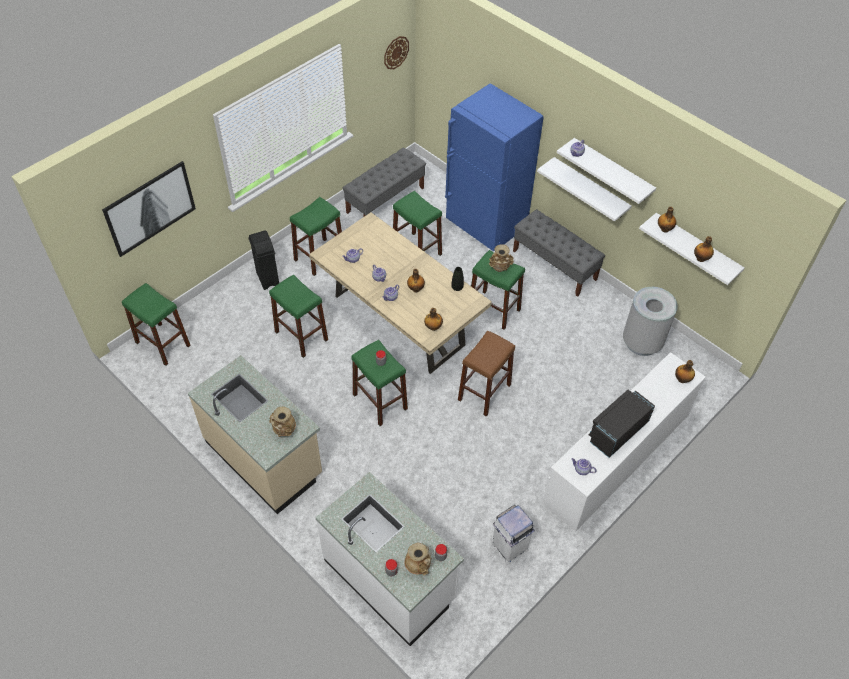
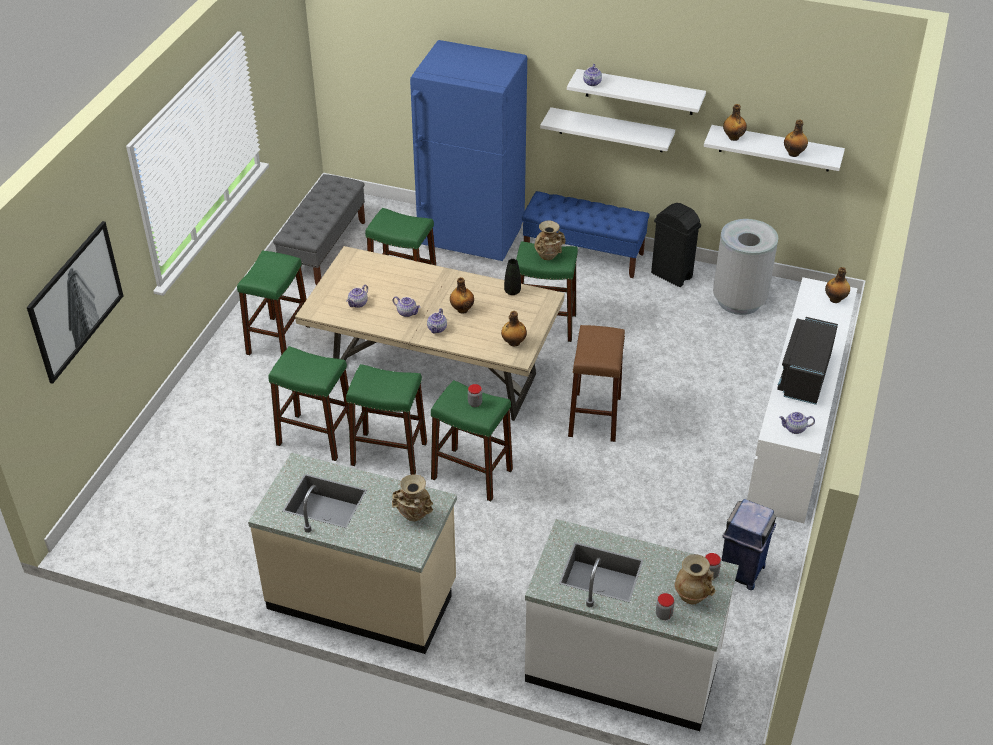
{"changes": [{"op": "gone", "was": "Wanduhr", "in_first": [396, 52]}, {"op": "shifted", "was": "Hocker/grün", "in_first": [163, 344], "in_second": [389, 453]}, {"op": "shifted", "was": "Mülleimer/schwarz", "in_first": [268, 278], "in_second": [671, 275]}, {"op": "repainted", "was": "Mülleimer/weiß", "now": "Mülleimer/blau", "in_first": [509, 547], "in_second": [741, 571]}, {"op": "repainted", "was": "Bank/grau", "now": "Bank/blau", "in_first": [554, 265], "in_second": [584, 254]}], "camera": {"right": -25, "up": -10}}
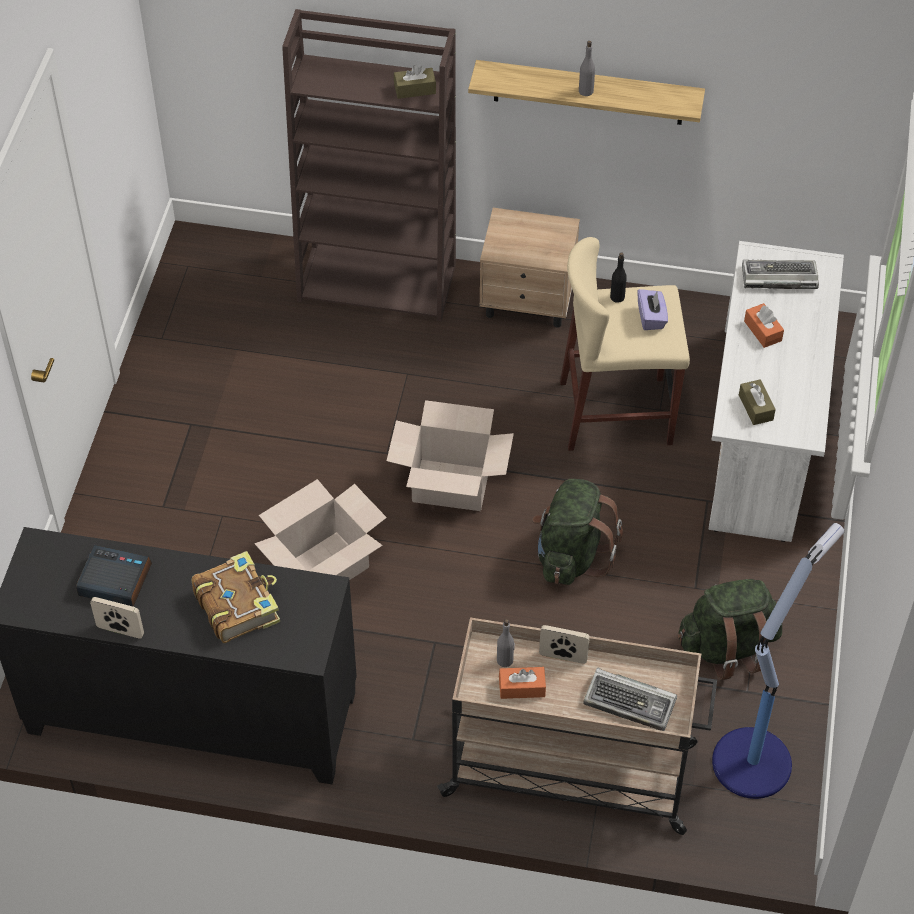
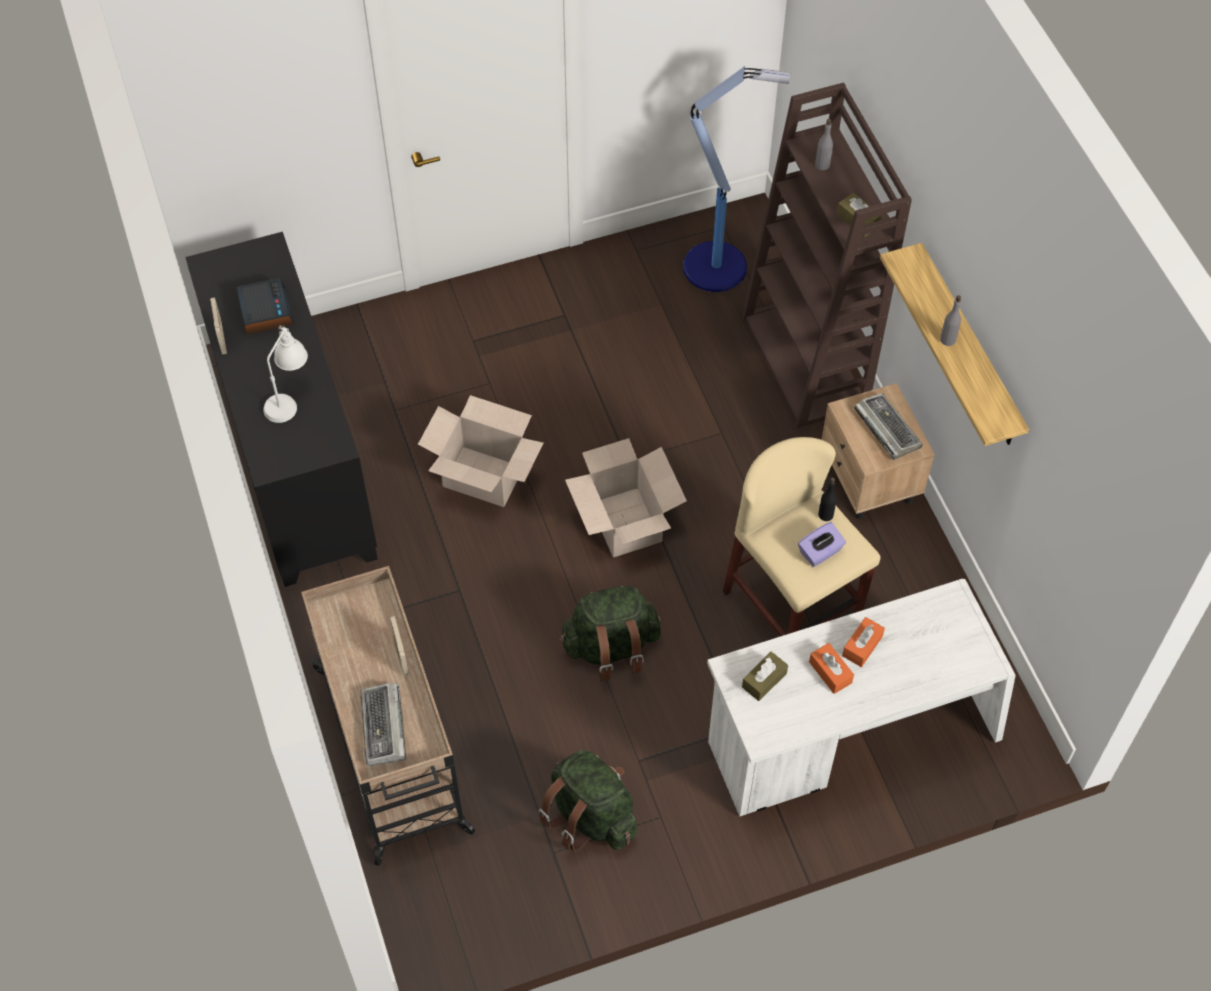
{"changes": [{"op": "shifted", "was": "Flasche/grau", "in_first": [505, 660], "in_second": [822, 165]}, {"op": "shifted", "was": "Taschentuchbox/orange", "in_first": [522, 687], "in_second": [830, 672]}, {"op": "shifted", "was": "Stehlampe", "in_first": [753, 760], "in_second": [718, 267]}, {"op": "shifted", "was": "Tastatur", "in_first": [778, 278], "in_second": [886, 428]}, {"op": "swapped", "was": "Buch", "now": "Tischlampe/weiß", "in_first": [237, 604], "in_second": [289, 398]}], "camera": {"right": 60, "up": 5}}
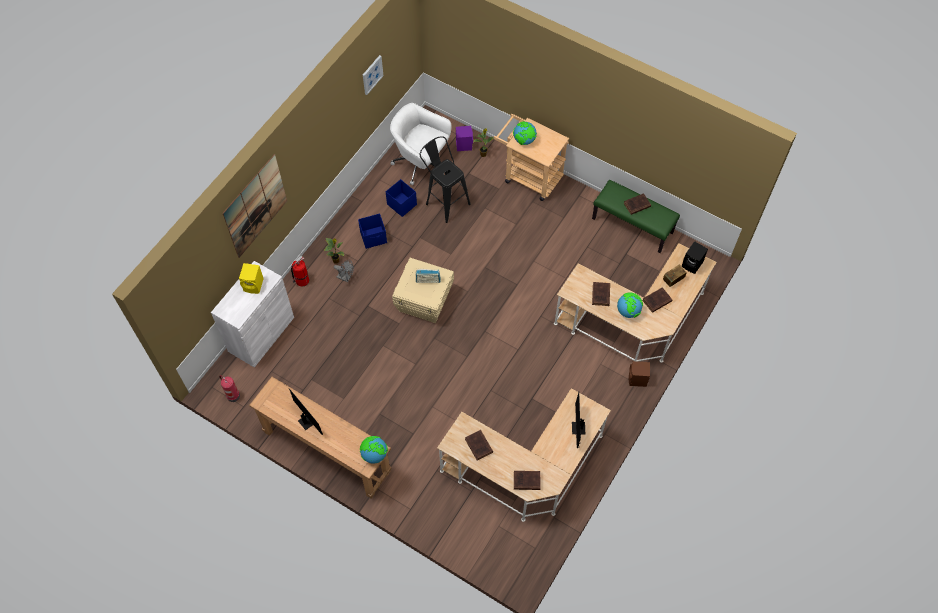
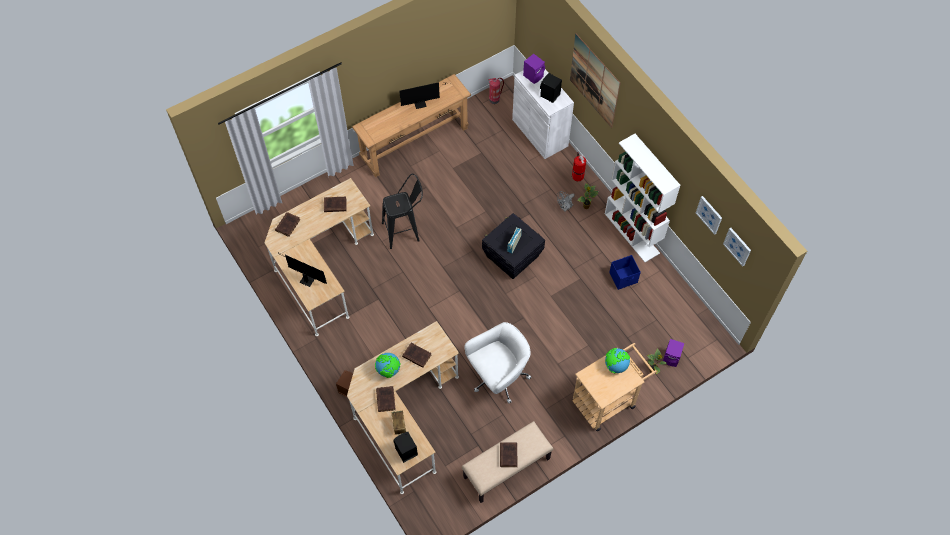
{"changes": [{"op": "gone", "was": "Aufbewahrungsbox/blau", "in_first": [374, 237]}, {"op": "gone", "was": "Globus", "in_first": [374, 454]}, {"op": "new", "now": "Lautsprecher/lila", "in_second": [534, 75]}, {"op": "new", "now": "Bücherregal/weiß", "in_second": [632, 233]}, {"op": "new", "now": "Bild", "in_second": [737, 246]}, {"op": "shifted", "was": "Bürostuhl/weiß", "in_first": [421, 163], "in_second": [498, 377]}, {"op": "shifted", "was": "Hocker/schwarz", "in_first": [445, 201], "in_second": [405, 231]}, {"op": "repainted", "was": "Lautsprecher/gelb", "now": "Lautsprecher/schwarz", "in_first": [254, 285], "in_second": [549, 95]}, {"op": "repainted", "was": "Aufbewahrungsbox/beige", "now": "Aufbewahrungsbox/schwarz", "in_first": [424, 302], "in_second": [511, 256]}, {"op": "repainted", "was": "Bank/grün", "now": "Bank/beige", "in_first": [633, 225], "in_second": [506, 468]}], "camera": {"right": 115, "up": 0}}
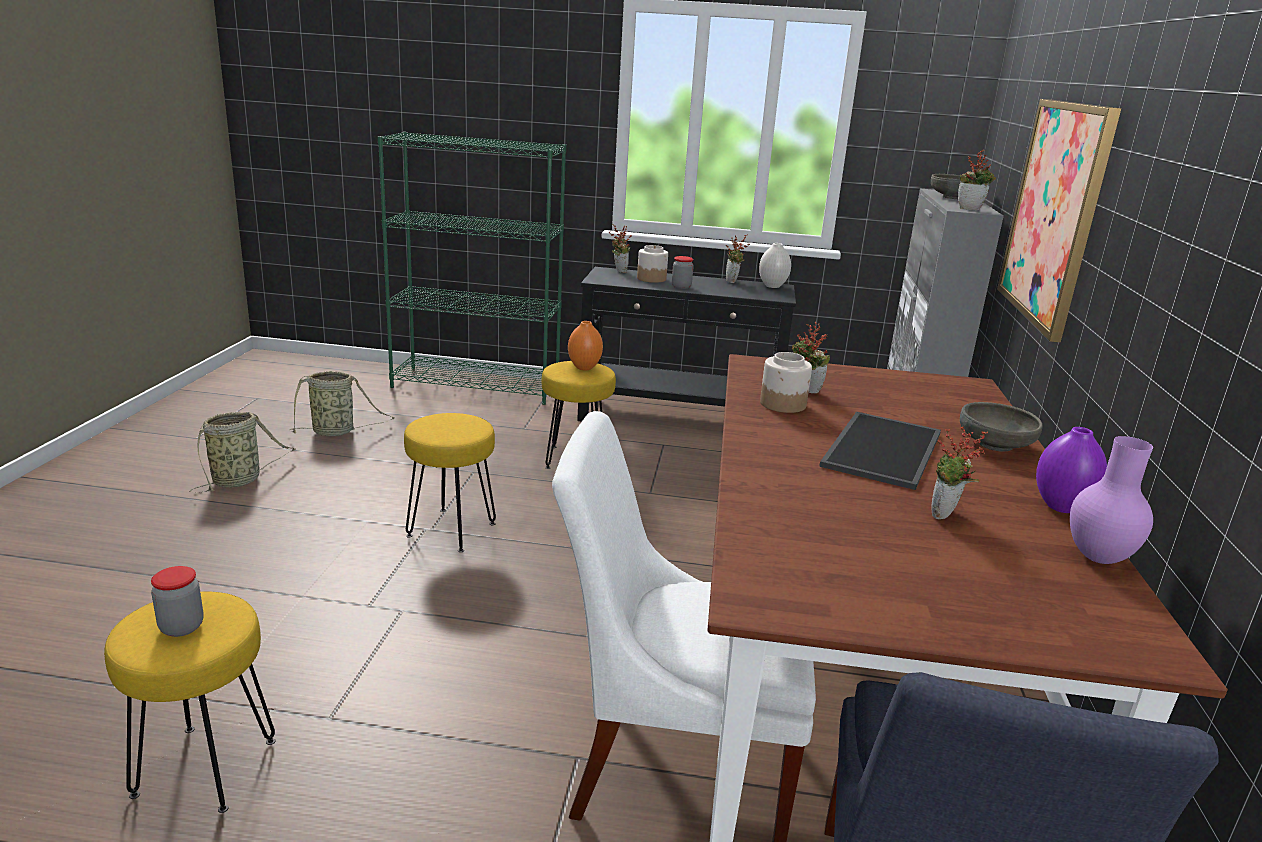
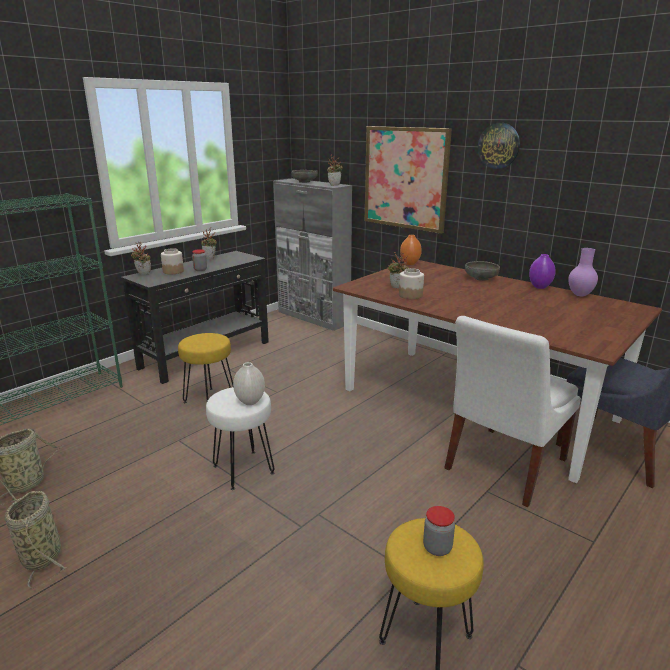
{"changes": [{"op": "gone", "was": "Tablett", "in_first": [880, 448]}, {"op": "gone", "was": "Topfpflanze", "in_first": [945, 516]}, {"op": "new", "now": "Wanduhr", "in_second": [499, 146]}, {"op": "shifted", "was": "Vase/orange", "in_first": [583, 368], "in_second": [410, 264]}, {"op": "shifted", "was": "Vase/weiß", "in_first": [772, 286], "in_second": [249, 402]}, {"op": "repainted", "was": "Hocker/gelb", "now": "Hocker/weiß", "in_first": [450, 530], "in_second": [243, 470]}], "camera": {"right": -55, "up": 0}}
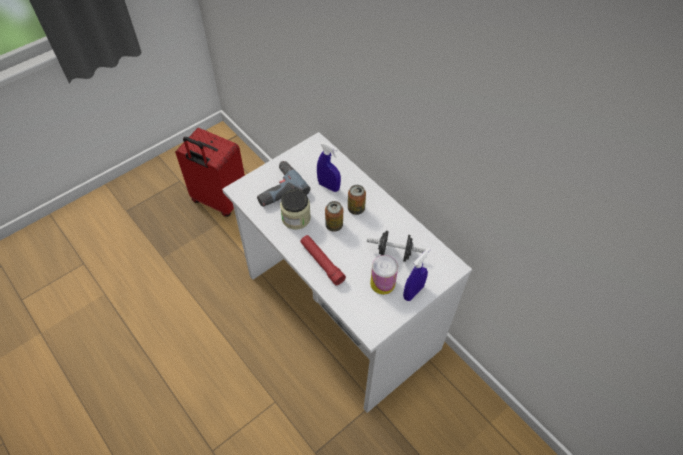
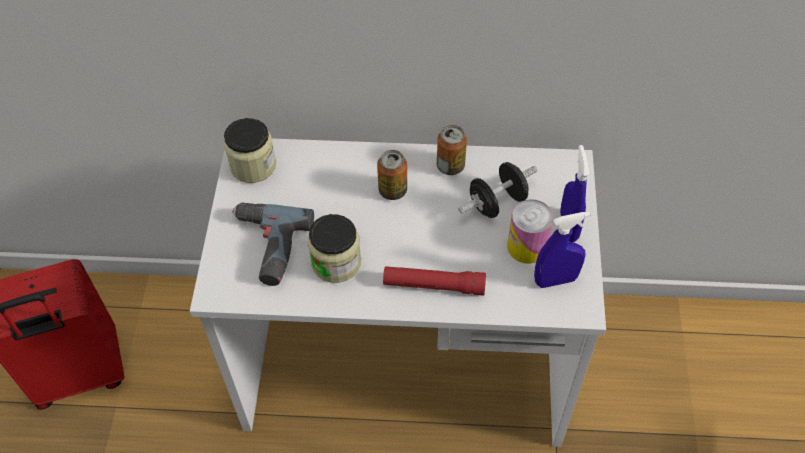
{"changes": [{"op": "new", "now": "Vorratsglas", "in_second": [253, 165]}, {"op": "shifted", "was": "Sprühflasche/blau", "in_first": [328, 186], "in_second": [555, 280]}, {"op": "shifted", "was": "Dose", "in_first": [334, 225], "in_second": [450, 166]}], "camera": {"right": -45, "up": 0}}
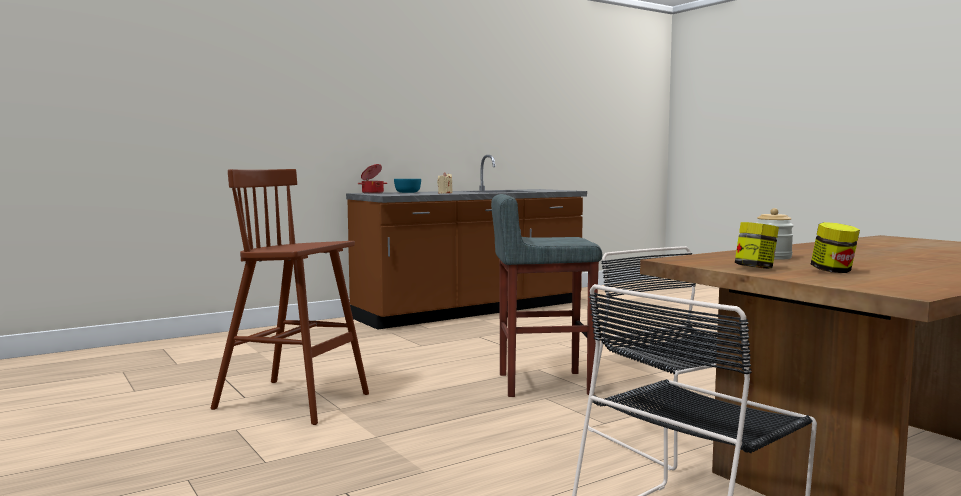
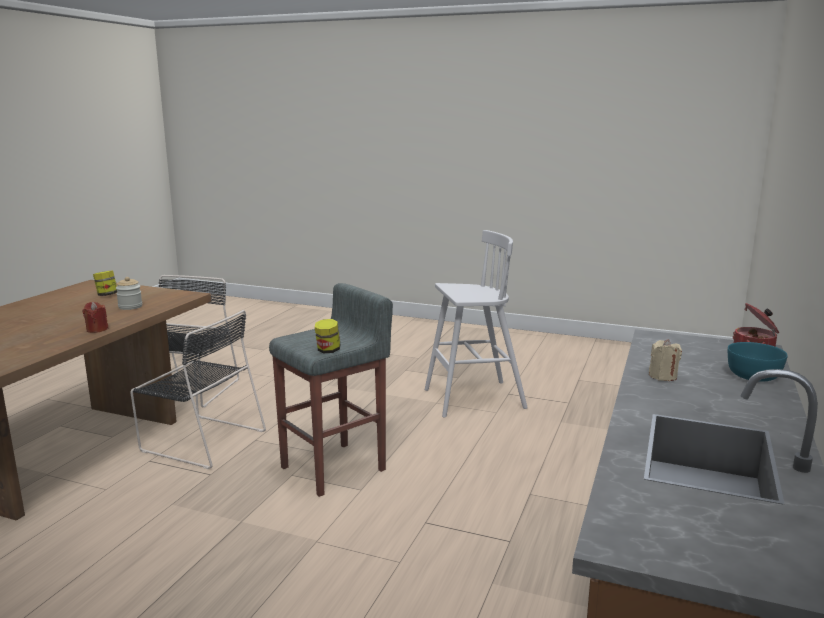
{"changes": [{"op": "new", "now": "Kerze/rot", "in_second": [97, 329]}, {"op": "shifted", "was": "Vorratsglas", "in_first": [755, 268], "in_second": [328, 350]}, {"op": "repainted", "was": "Hocker/braun", "now": "Hocker/weiß", "in_first": [295, 402], "in_second": [472, 399]}], "camera": {"right": 145, "up": 10}}
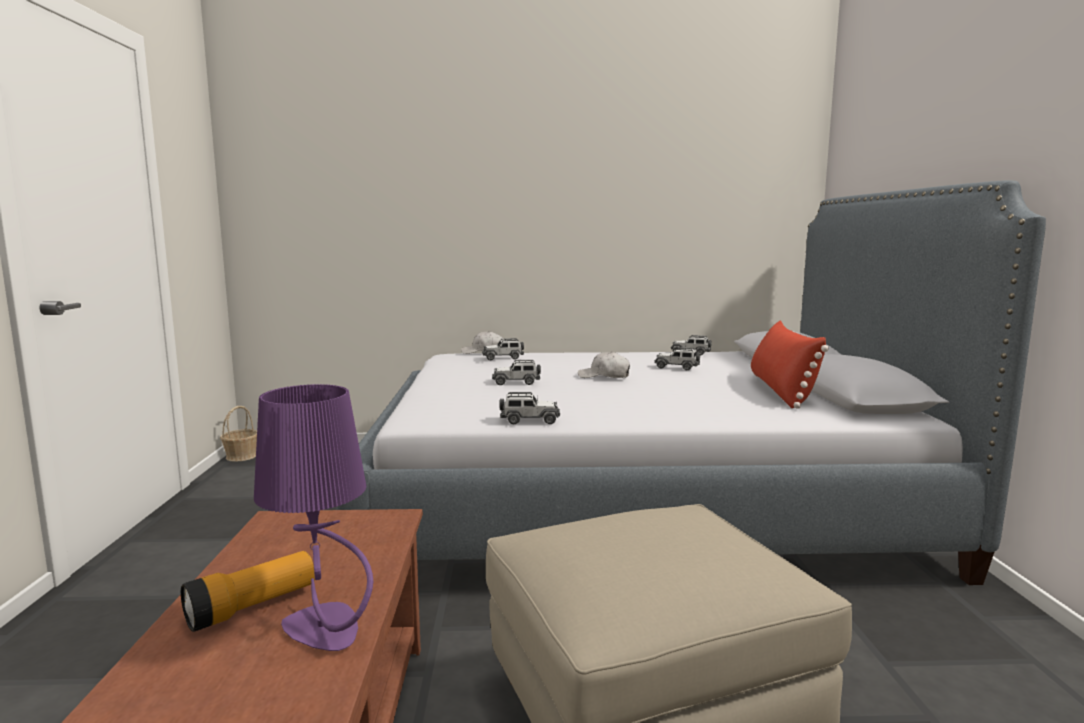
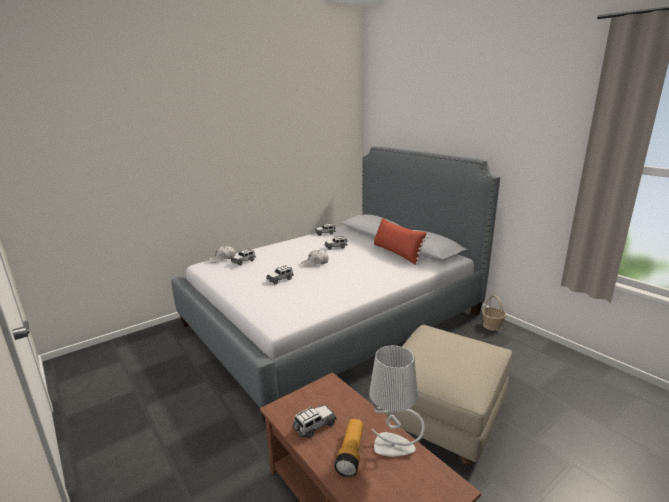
{"changes": [{"op": "shifted", "was": "Korb", "in_first": [241, 456], "in_second": [492, 325]}, {"op": "shifted", "was": "Spielzeugauto", "in_first": [529, 420], "in_second": [314, 426]}, {"op": "repainted", "was": "Tischlampe/lila", "now": "Tischlampe/grau", "in_first": [325, 629], "in_second": [393, 446]}], "camera": {"right": -35, "up": 10}}
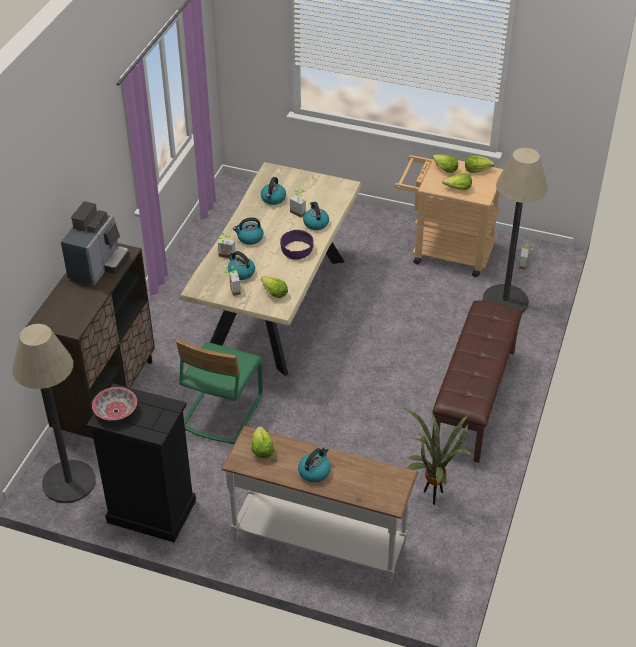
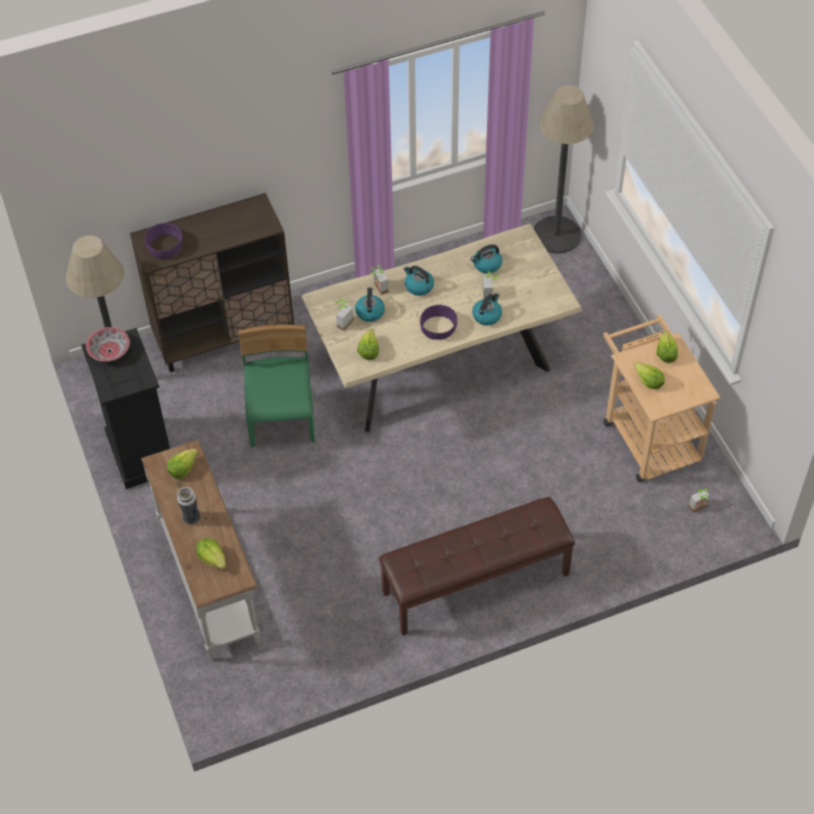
{"changes": [{"op": "gone", "was": "Kaffeemaschine", "in_first": [98, 266]}, {"op": "gone", "was": "Topfpflanze", "in_first": [432, 495]}, {"op": "new", "now": "Schüssel/lila", "in_second": [165, 245]}, {"op": "shifted", "was": "Salatkopf", "in_first": [477, 169], "in_second": [213, 558]}, {"op": "shifted", "was": "Stehlampe", "in_first": [505, 301], "in_second": [556, 235]}, {"op": "swapped", "was": "Wasserkessel", "now": "Vase", "in_first": [314, 471], "in_second": [191, 518]}, {"op": "rotated", "was": "Stuhl/grün", "in_first": [221, 411], "in_second": [282, 418], "clockwise": 105}], "camera": {"right": 50, "up": 10}}
